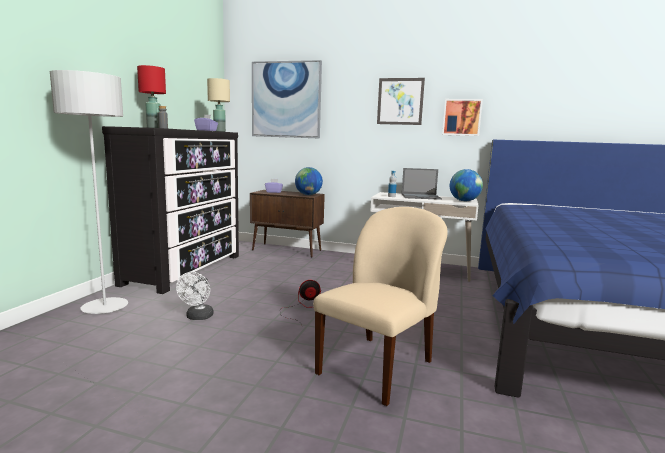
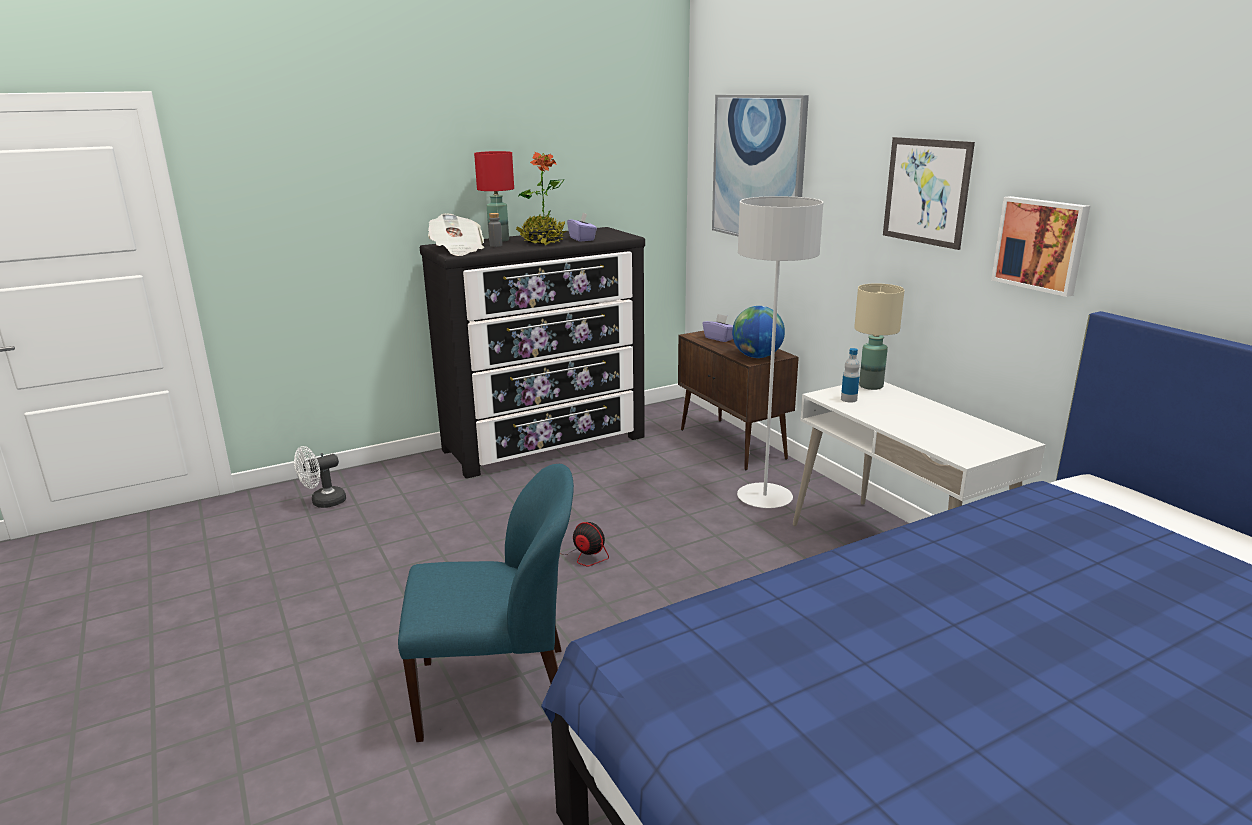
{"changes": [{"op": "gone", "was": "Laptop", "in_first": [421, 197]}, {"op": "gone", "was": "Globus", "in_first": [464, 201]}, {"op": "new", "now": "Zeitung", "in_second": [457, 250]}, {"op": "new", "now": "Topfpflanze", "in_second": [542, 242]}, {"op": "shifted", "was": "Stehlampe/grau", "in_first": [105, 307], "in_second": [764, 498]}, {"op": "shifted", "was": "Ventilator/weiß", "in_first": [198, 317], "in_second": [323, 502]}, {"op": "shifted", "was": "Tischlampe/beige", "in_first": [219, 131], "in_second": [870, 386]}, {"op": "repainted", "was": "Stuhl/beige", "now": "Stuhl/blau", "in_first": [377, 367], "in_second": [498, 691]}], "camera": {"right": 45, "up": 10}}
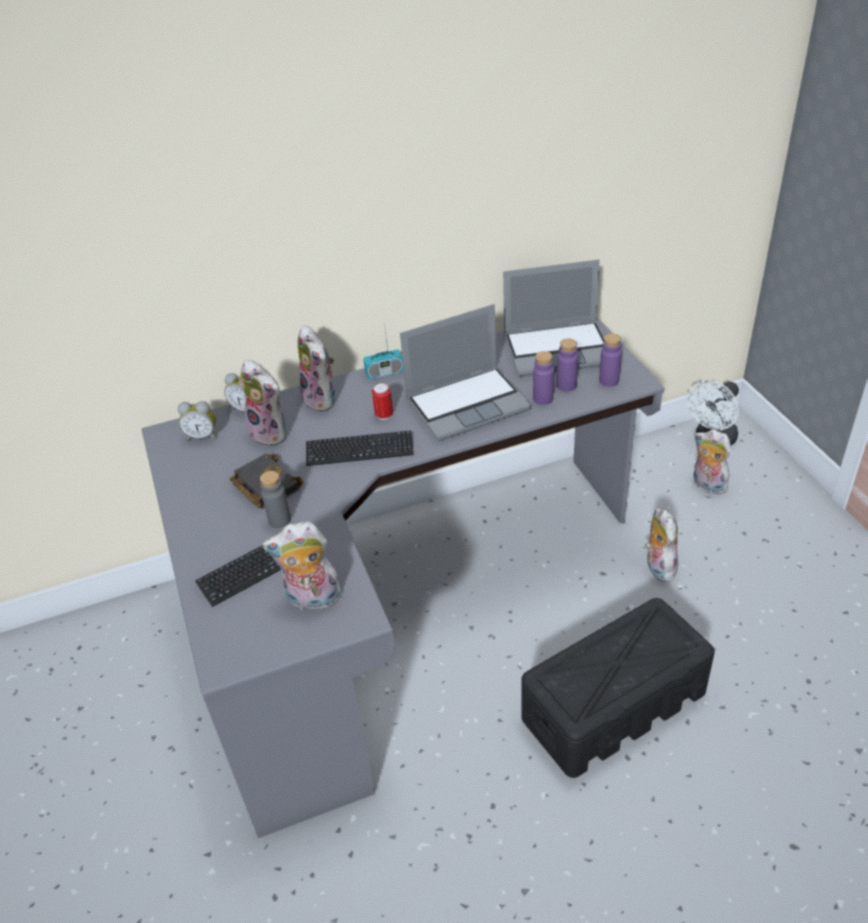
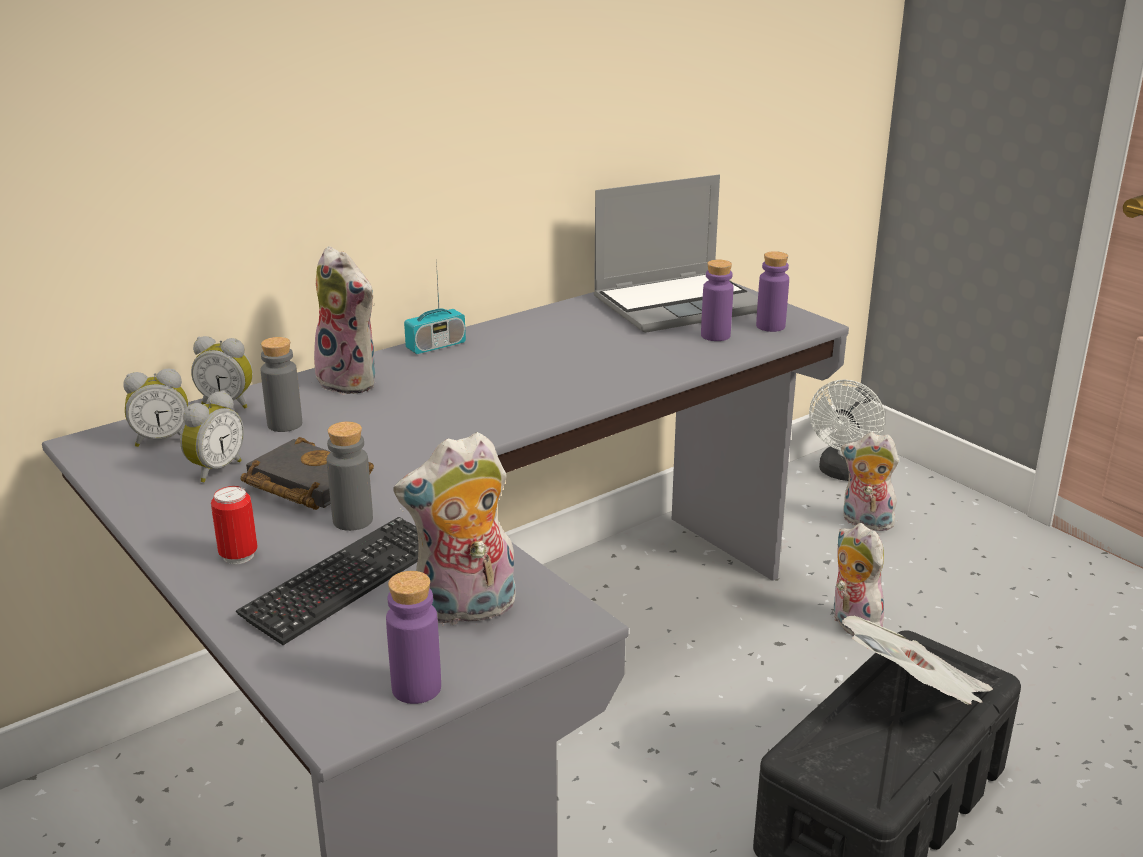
{"changes": [{"op": "gone", "was": "Tastatur", "in_first": [359, 450]}, {"op": "gone", "was": "Laptop", "in_first": [468, 403]}, {"op": "new", "now": "Wecker", "in_second": [214, 469]}, {"op": "new", "now": "Zeitung", "in_second": [915, 694]}, {"op": "shifted", "was": "Dose", "in_first": [384, 415], "in_second": [238, 556]}, {"op": "shifted", "was": "Flasche/lila", "in_first": [543, 398], "in_second": [416, 688]}, {"op": "swapped", "was": "Plüschtier", "now": "Flasche/grau", "in_first": [271, 433], "in_second": [285, 424]}], "camera": {"right": -20, "up": -15}}
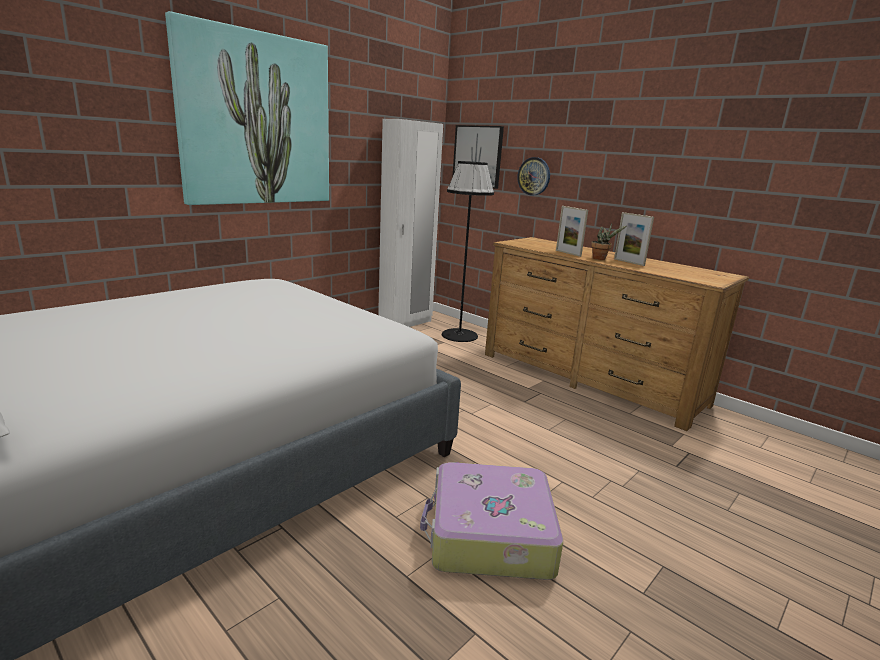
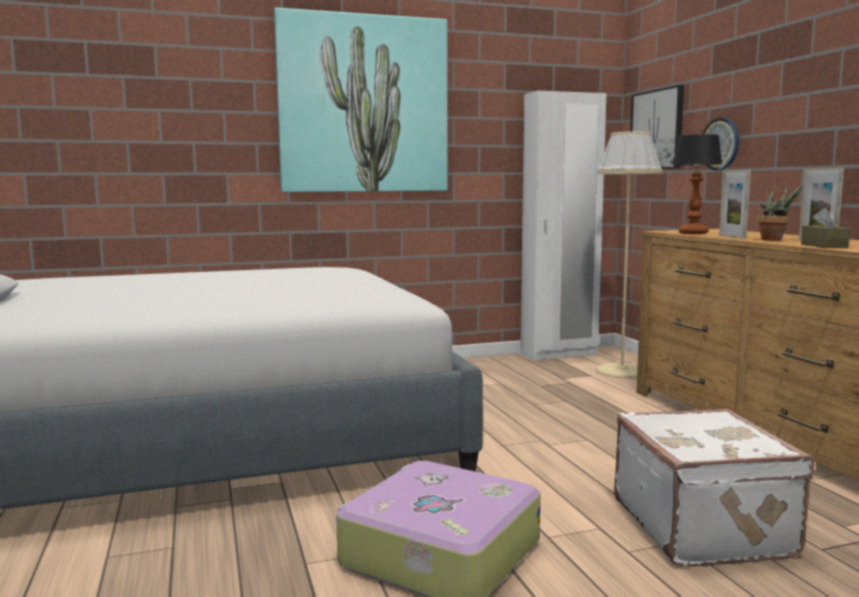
{"changes": [{"op": "new", "now": "Koffer/weiß", "in_second": [704, 527]}, {"op": "new", "now": "Tischlampe", "in_second": [693, 233]}, {"op": "new", "now": "Taschentuchbox/braun", "in_second": [824, 246]}, {"op": "repainted", "was": "Stehlampe/schwarz", "now": "Stehlampe/beige", "in_first": [459, 335], "in_second": [622, 371]}], "camera": {"right": 30, "up": -10}}
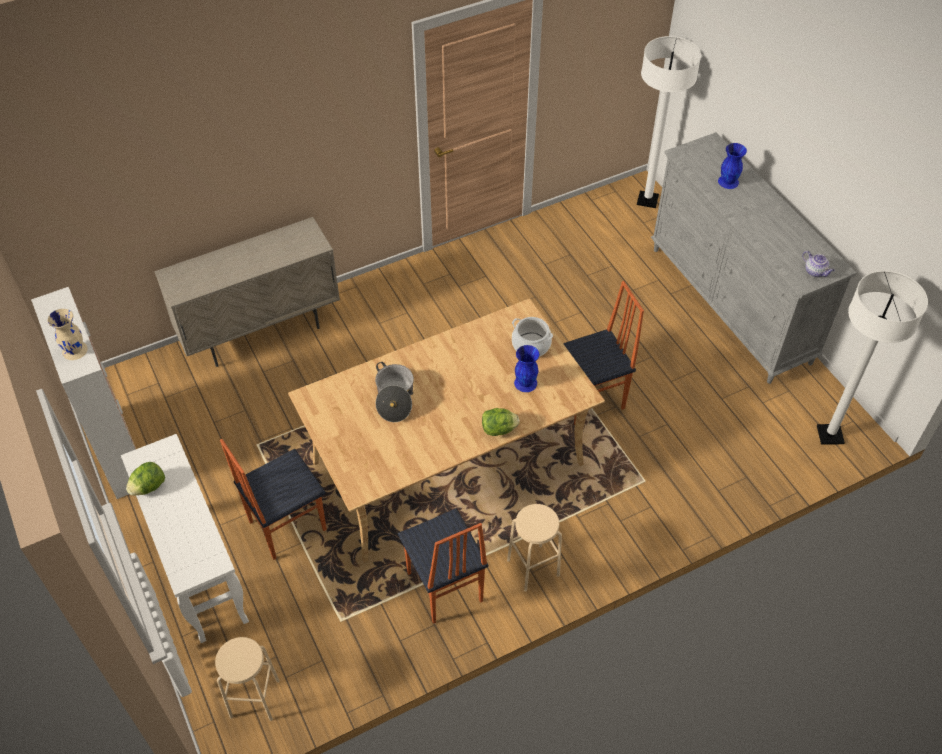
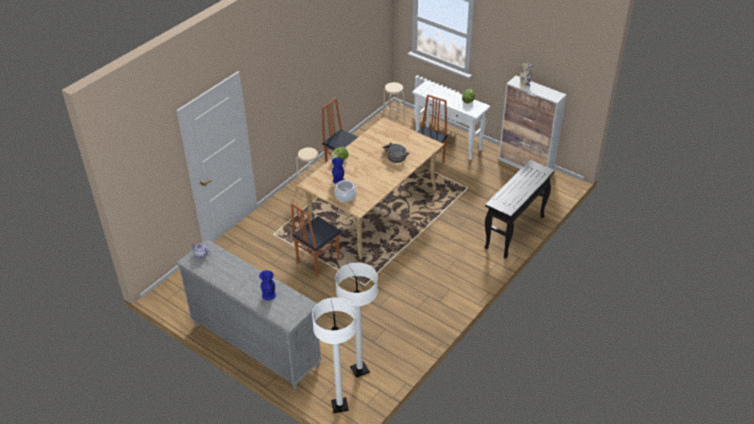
{"changes": [{"op": "shifted", "was": "Stehlampe/weiß", "in_first": [830, 435], "in_second": [359, 370]}, {"op": "swapped", "was": "Schrank/beige", "now": "Konsolentisch/schwarz", "in_first": [261, 332], "in_second": [514, 233]}], "camera": {"right": 155, "up": -10}}
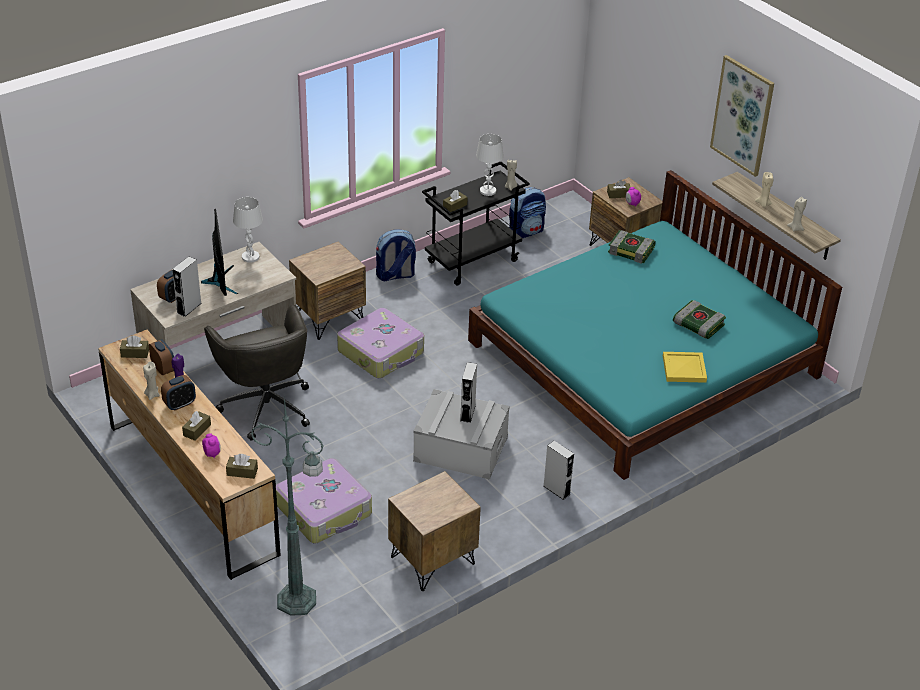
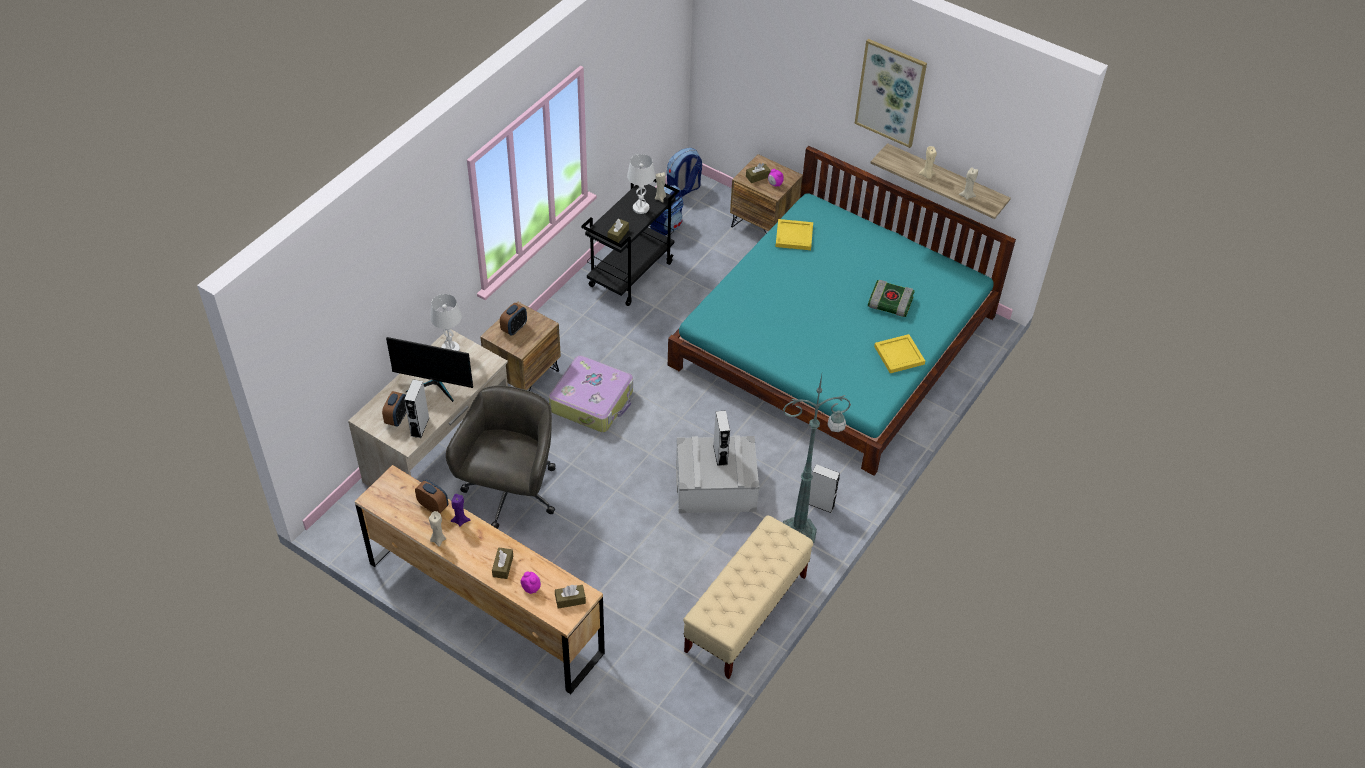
{"changes": [{"op": "gone", "was": "Taschentuchbox/braun", "in_first": [135, 353]}, {"op": "gone", "was": "Koffer", "in_first": [325, 510]}, {"op": "shifted", "was": "Wecker", "in_first": [180, 404], "in_second": [514, 328]}, {"op": "shifted", "was": "Stehlampe/grün", "in_first": [299, 601], "in_second": [800, 532]}, {"op": "shifted", "was": "Rucksack", "in_first": [395, 275], "in_second": [683, 190]}, {"op": "swapped", "was": "Nachttisch/braun", "now": "Bank/beige", "in_first": [433, 561], "in_second": [746, 614]}, {"op": "swapped", "was": "Buch", "now": "Tablett/gelb", "in_first": [632, 250], "in_second": [794, 236]}, {"op": "rotated", "was": "Monitor", "in_first": [220, 280], "in_second": [435, 385], "clockwise": 135}, {"op": "rotated", "was": "Bürostuhl/grau", "in_first": [266, 405], "in_second": [510, 493], "clockwise": -120}], "camera": {"right": -20, "up": 10}}
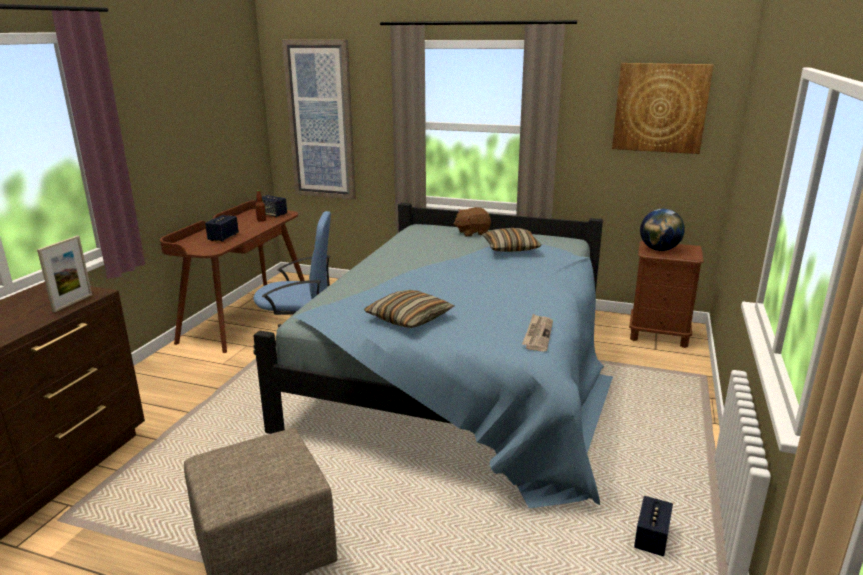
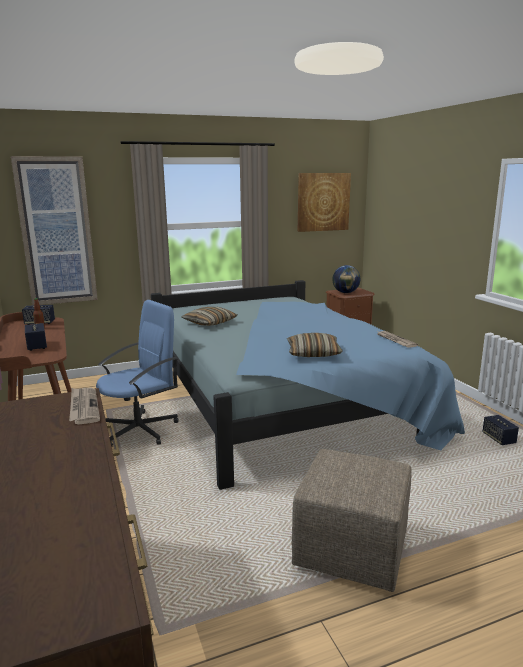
{"changes": [{"op": "gone", "was": "Plüschtier/braun", "in_first": [472, 233]}, {"op": "shifted", "was": "Kissen", "in_first": [510, 248], "in_second": [209, 323]}, {"op": "swapped", "was": "Bilderrahmen", "now": "Zeitung", "in_first": [73, 303], "in_second": [83, 407]}], "camera": {"right": -40, "up": -5}}
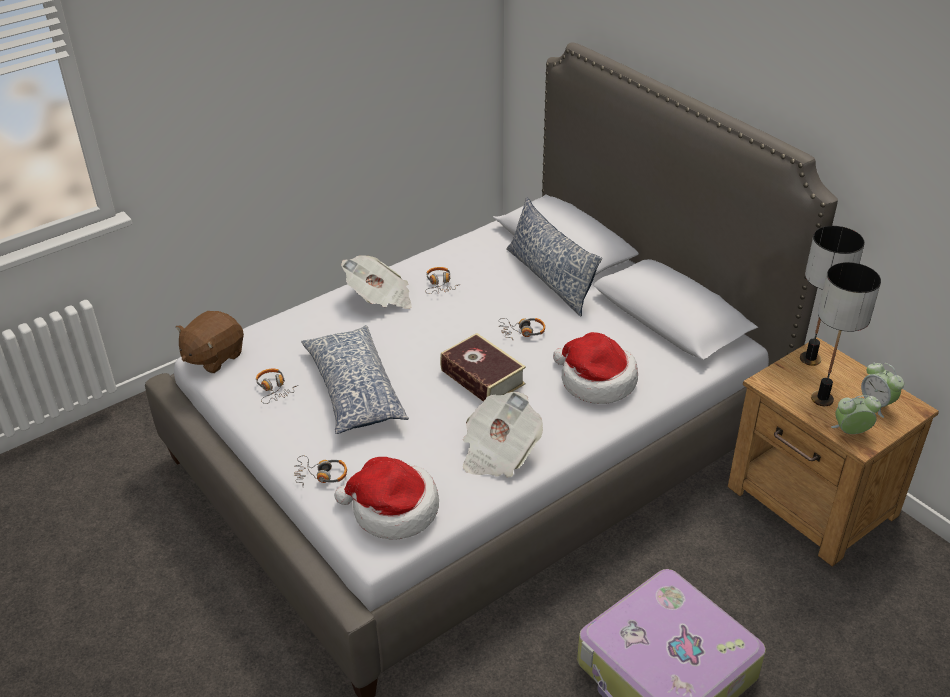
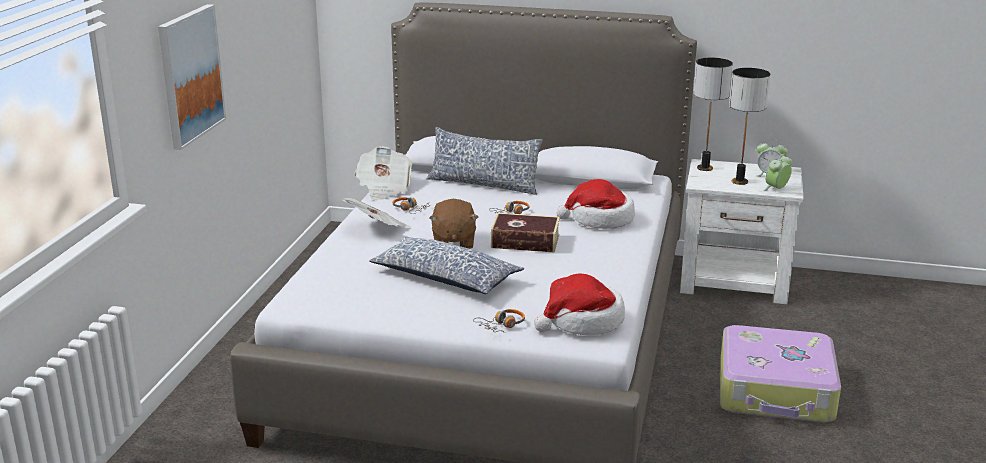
{"changes": [{"op": "gone", "was": "Kopfhörer", "in_first": [274, 389]}, {"op": "new", "now": "Bild", "in_second": [190, 75]}, {"op": "shifted", "was": "Plüschtier/braun", "in_first": [213, 357], "in_second": [453, 242]}, {"op": "shifted", "was": "Zeitung", "in_first": [498, 452], "in_second": [384, 189]}, {"op": "repainted", "was": "Nachttisch/braun", "now": "Nachttisch/weiß", "in_first": [812, 503], "in_second": [735, 281]}], "camera": {"right": -40, "up": -15}}
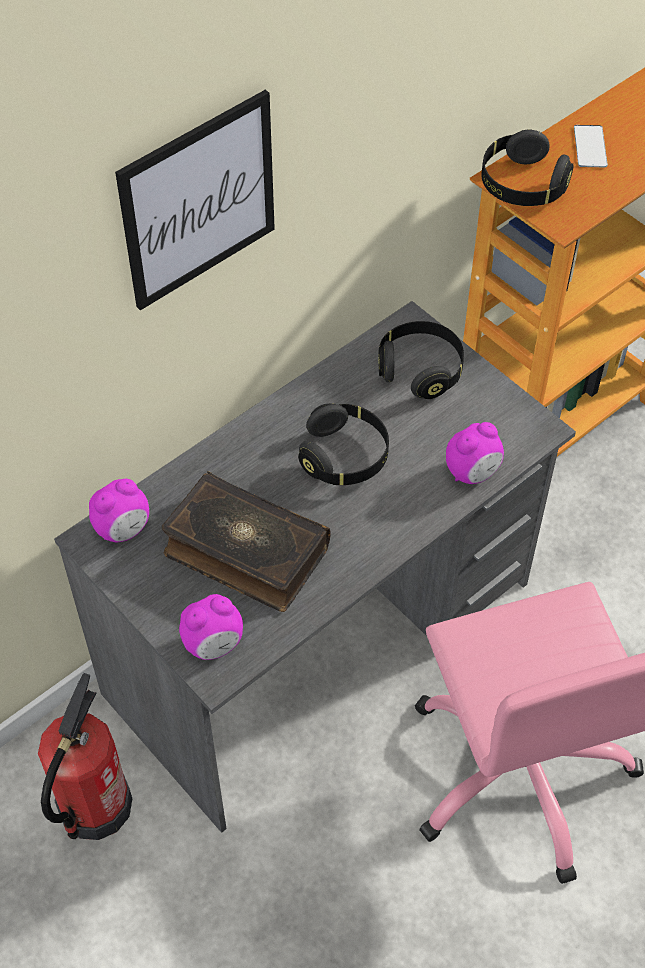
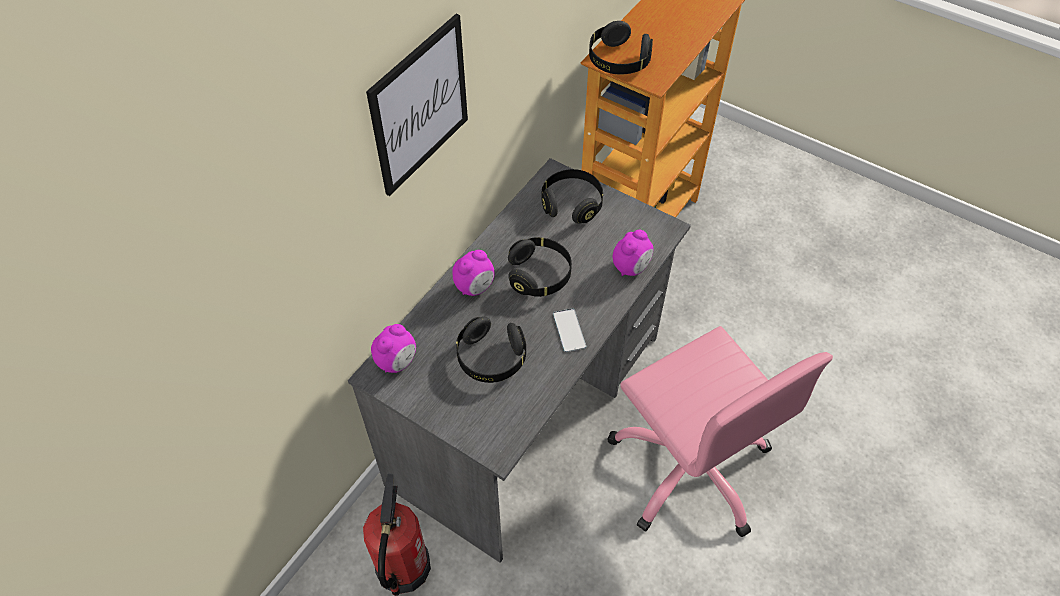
{"changes": [{"op": "shifted", "was": "Wecker", "in_first": [213, 645], "in_second": [475, 287]}, {"op": "shifted", "was": "Handy", "in_first": [590, 147], "in_second": [569, 330]}, {"op": "swapped", "was": "Buch", "now": "Kopfhörer/schwarz", "in_first": [245, 552], "in_second": [491, 358]}], "camera": {"right": -15, "up": 0}}
